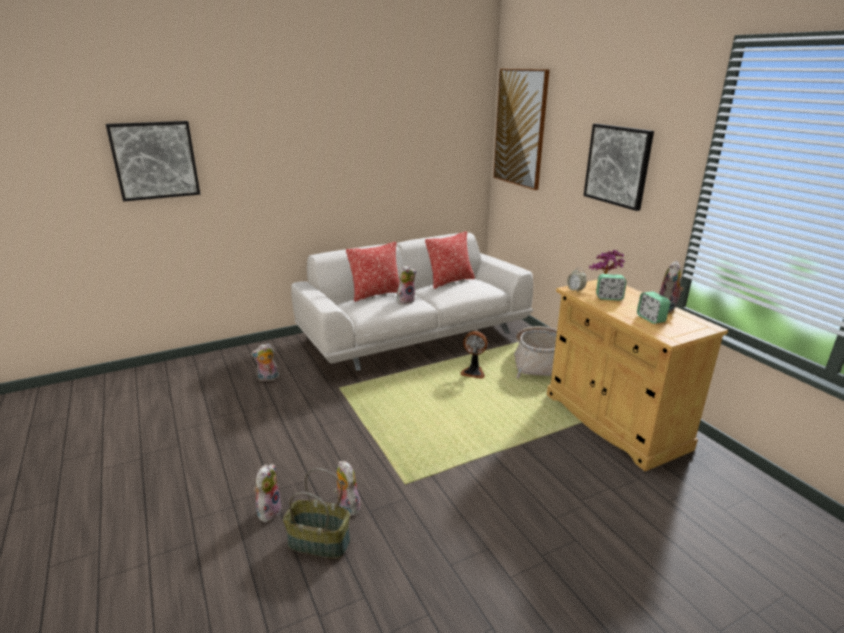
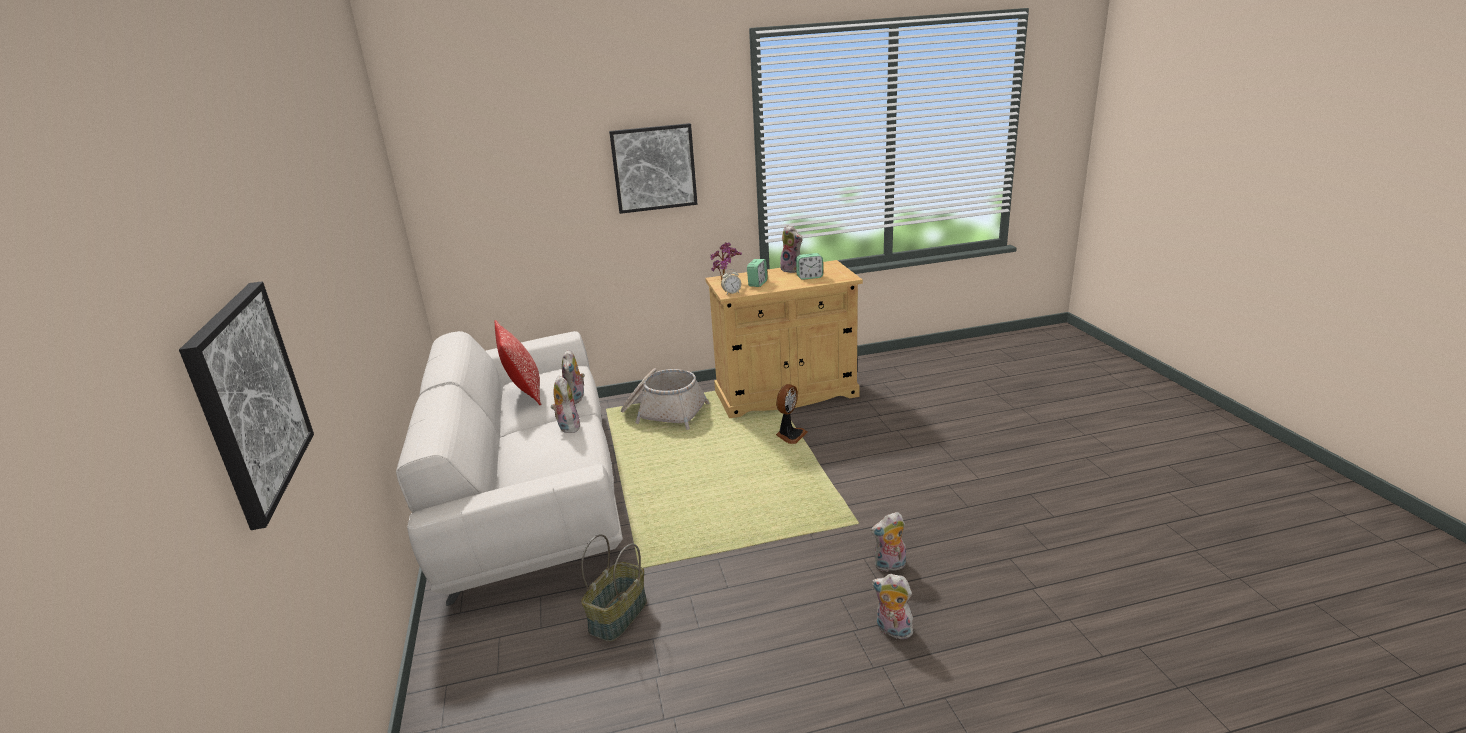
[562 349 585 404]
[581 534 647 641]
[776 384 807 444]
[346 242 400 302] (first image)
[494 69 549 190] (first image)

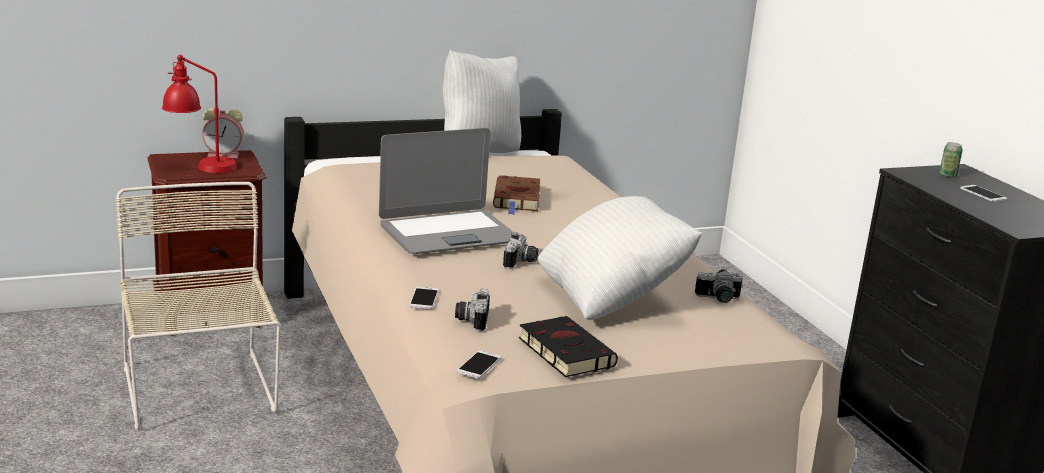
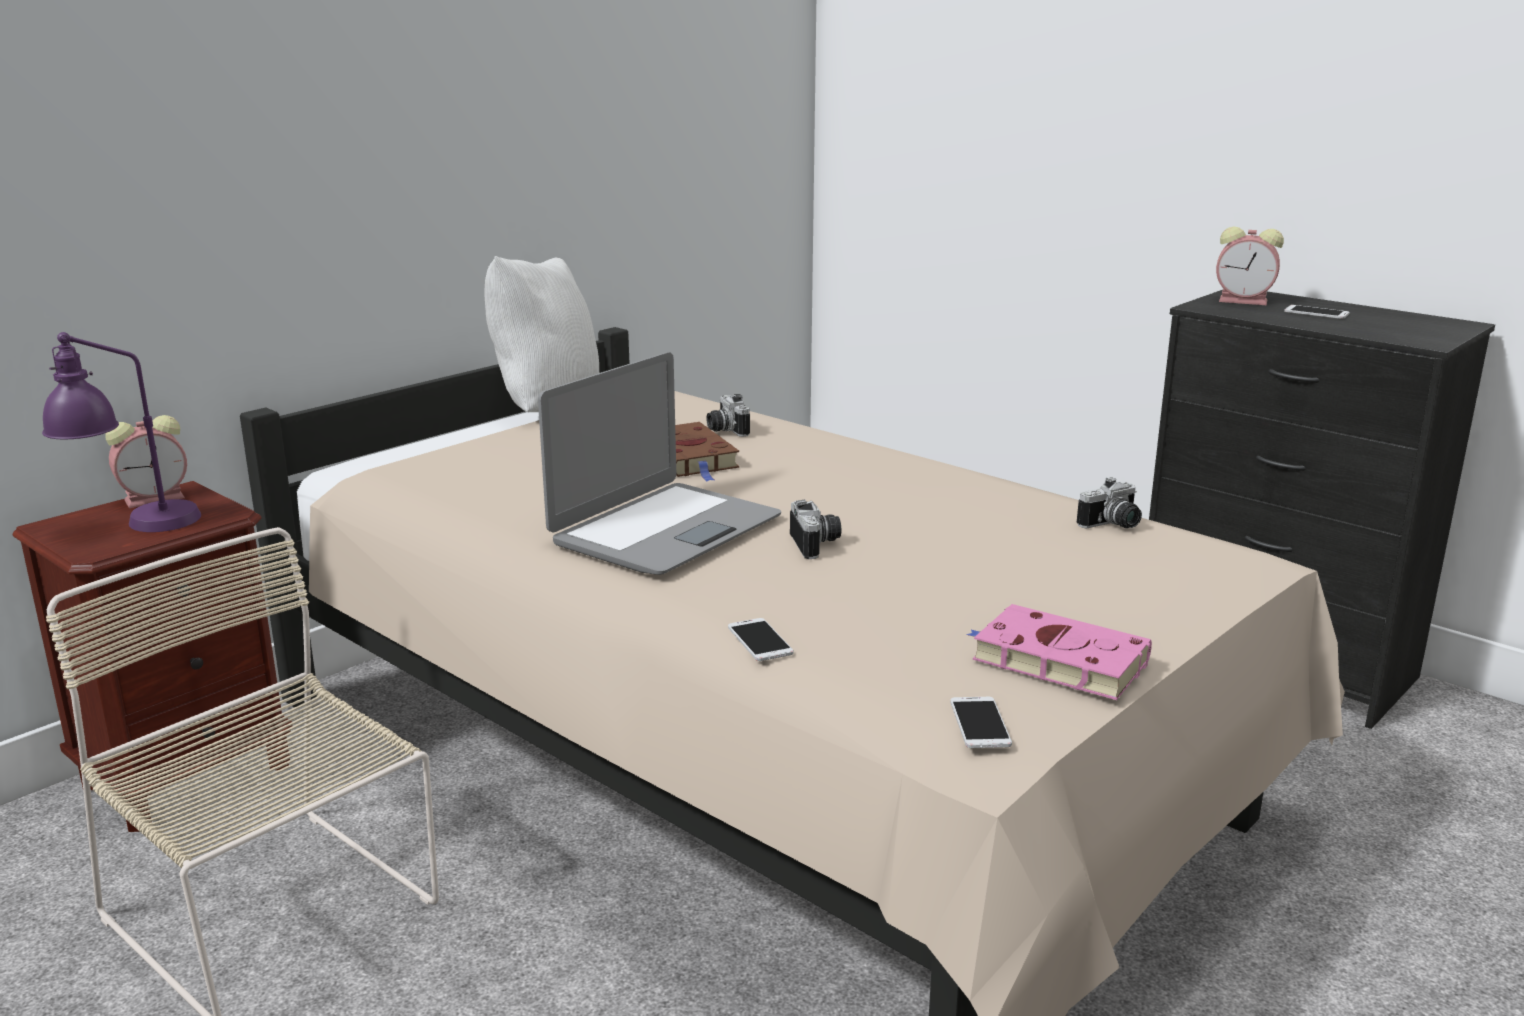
[42 332 201 532]
[706 394 750 437]
[966 604 1152 700]
[1216 227 1284 305]
[538 196 702 320] (first image)

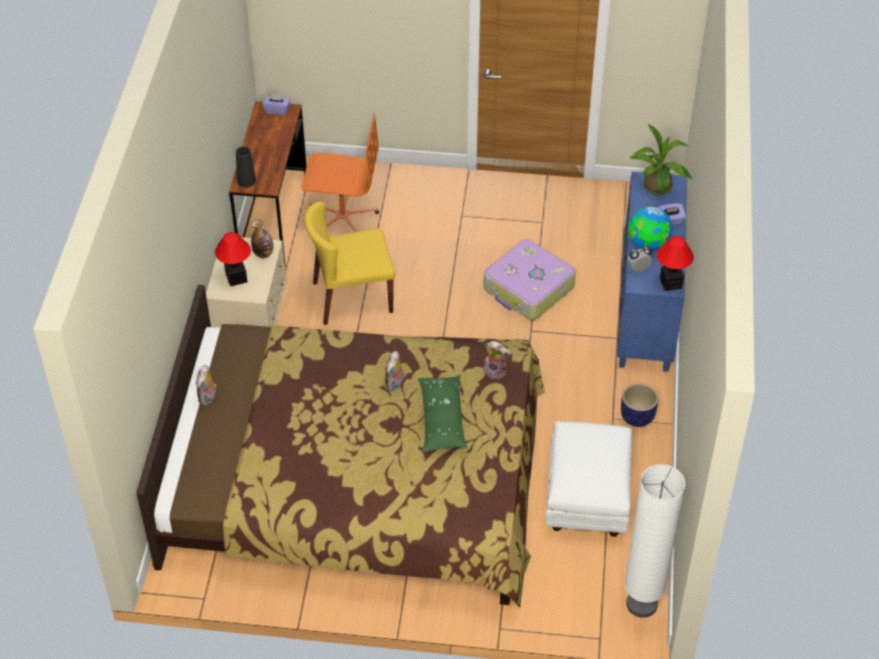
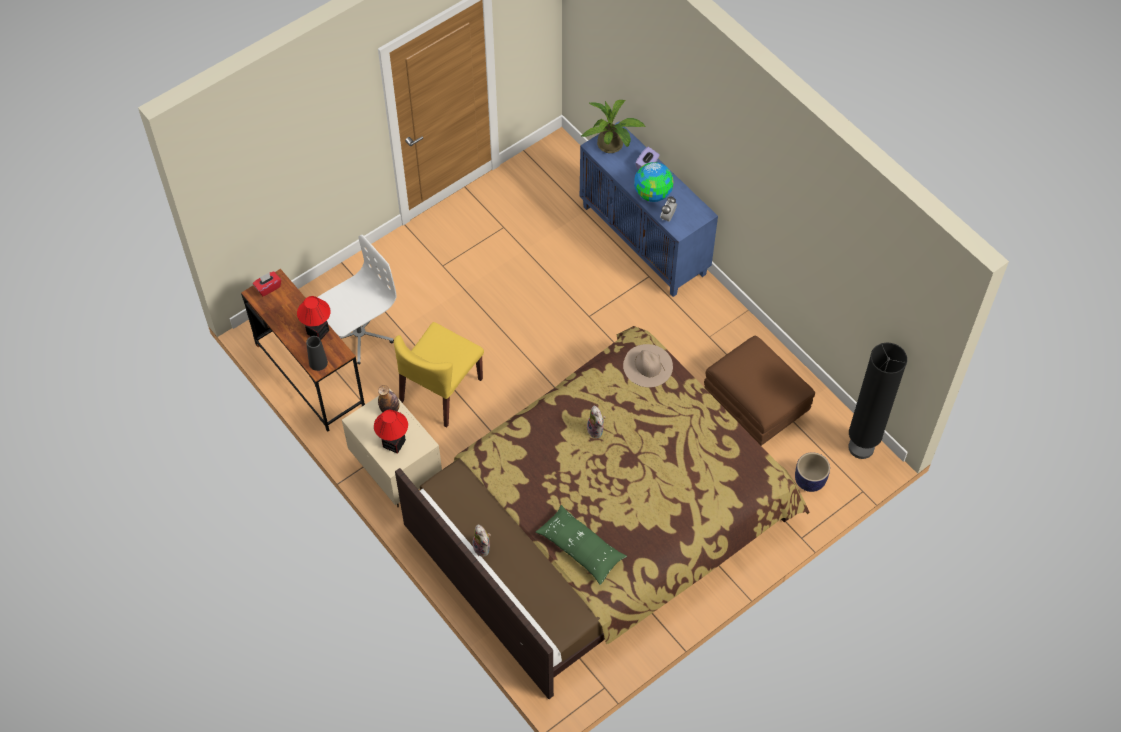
[253 271 281 296]
[297 296 331 339]
[317 235 397 364]
[536 505 627 585]
[623 344 673 388]
[704 336 815 446]
[795 452 830 492]
[848 343 907 459]
[483 239 576 321] (first image)

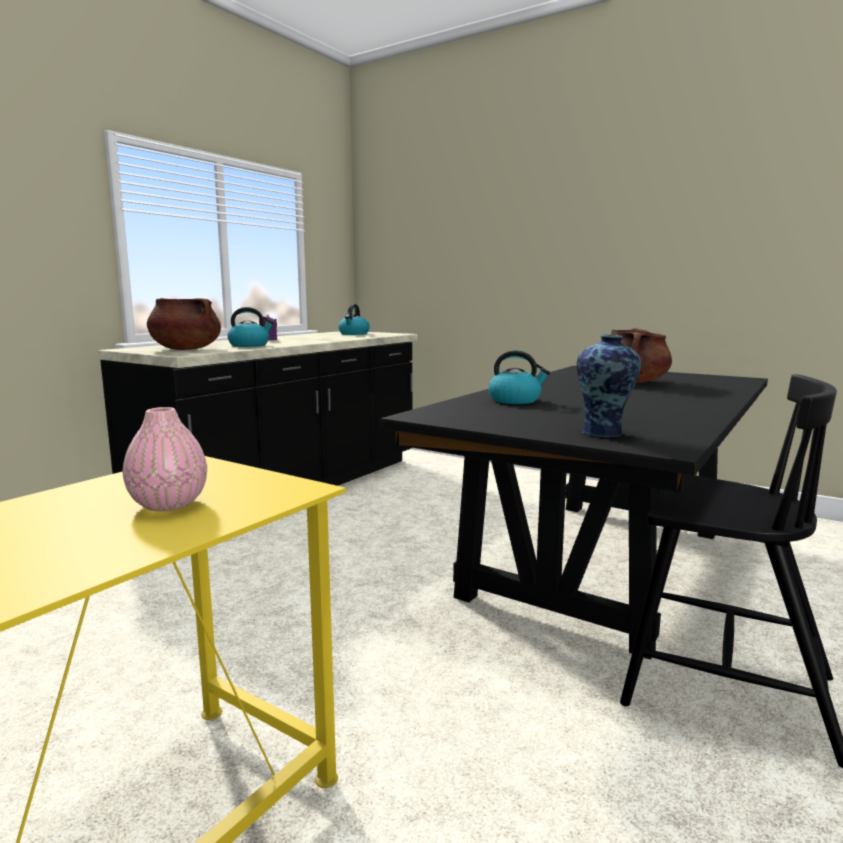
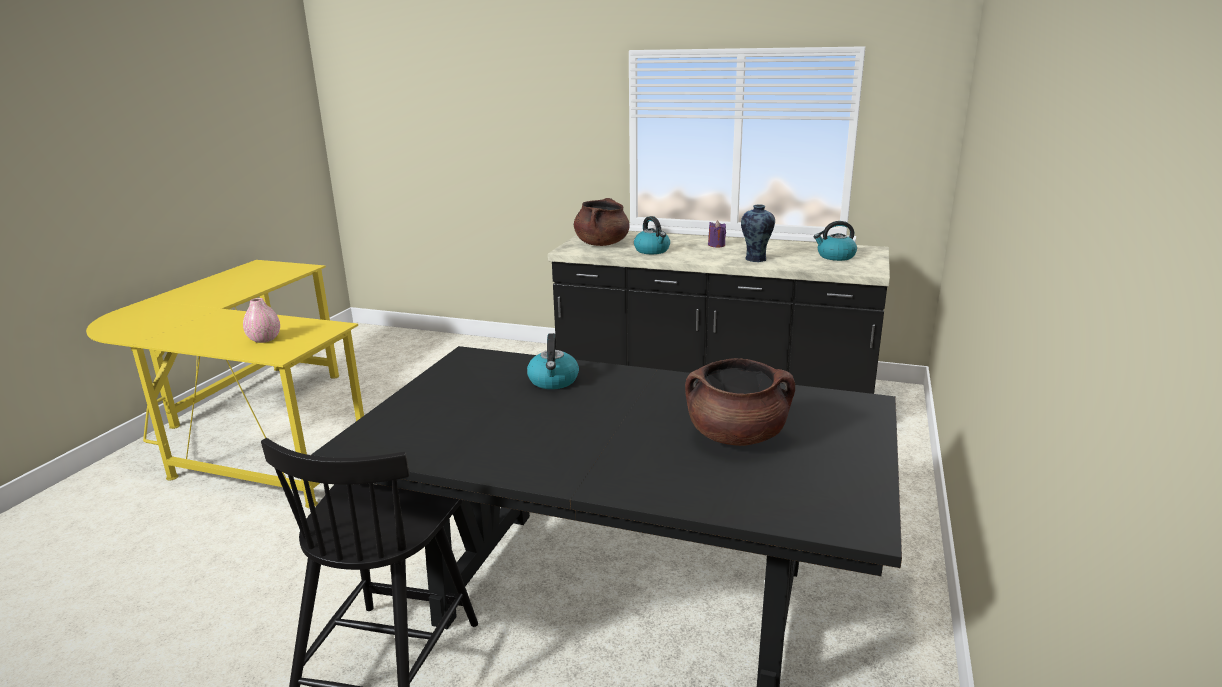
[741 204 775 262]

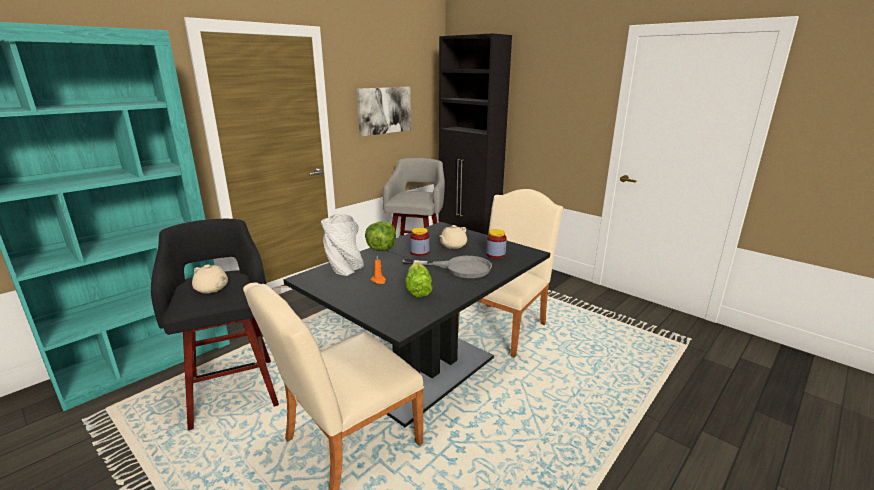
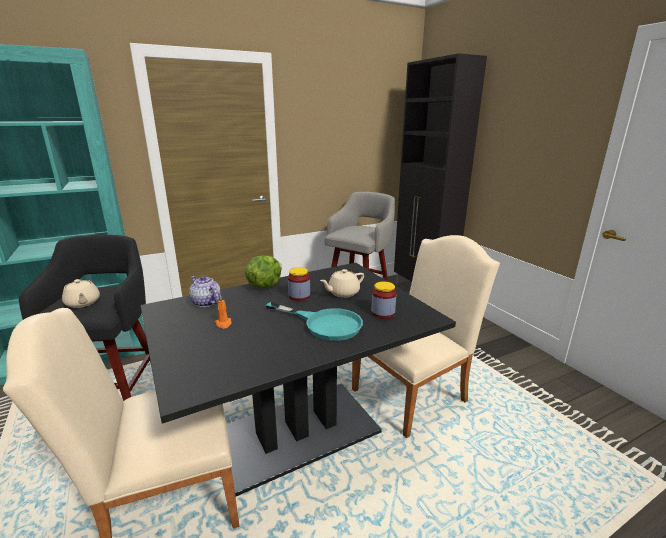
[189 276 220 307]
[265 302 363 341]
[357 87 411 136] (first image)
[404 263 433 297] (first image)

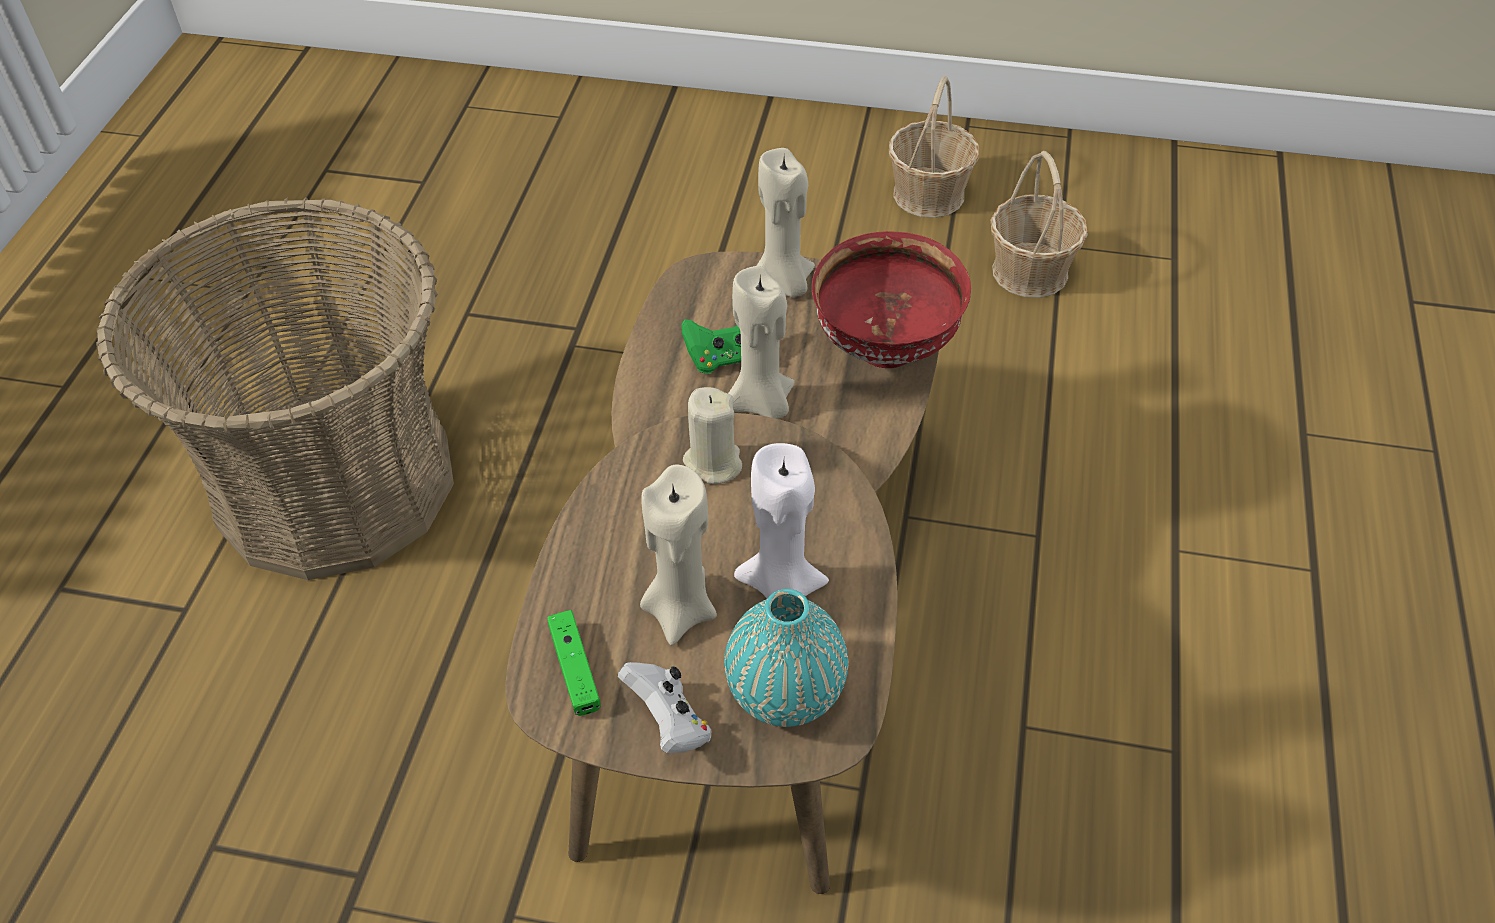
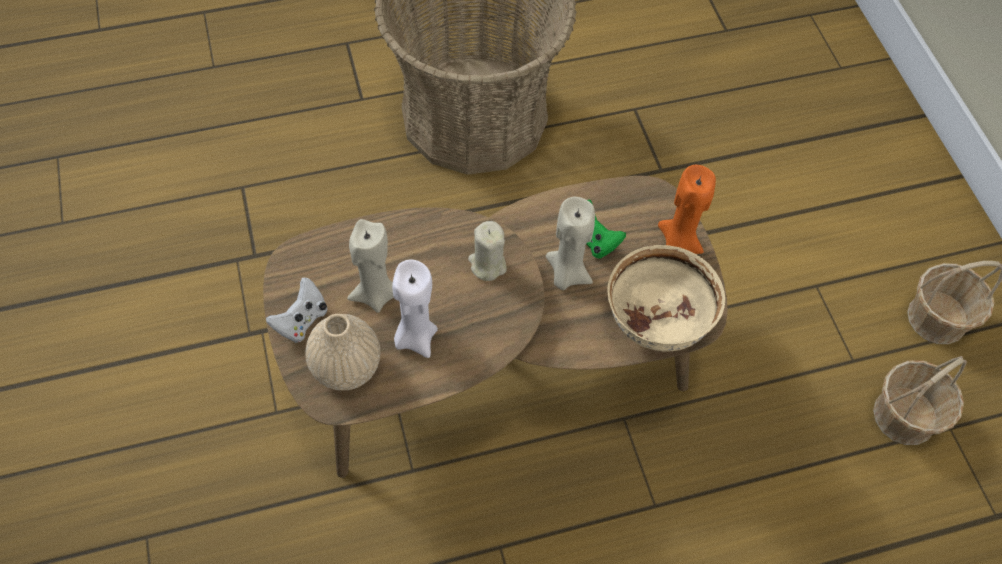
[305 314 380 391]
[607 245 725 352]
[658 165 716 254]
[547 610 601 716] (first image)

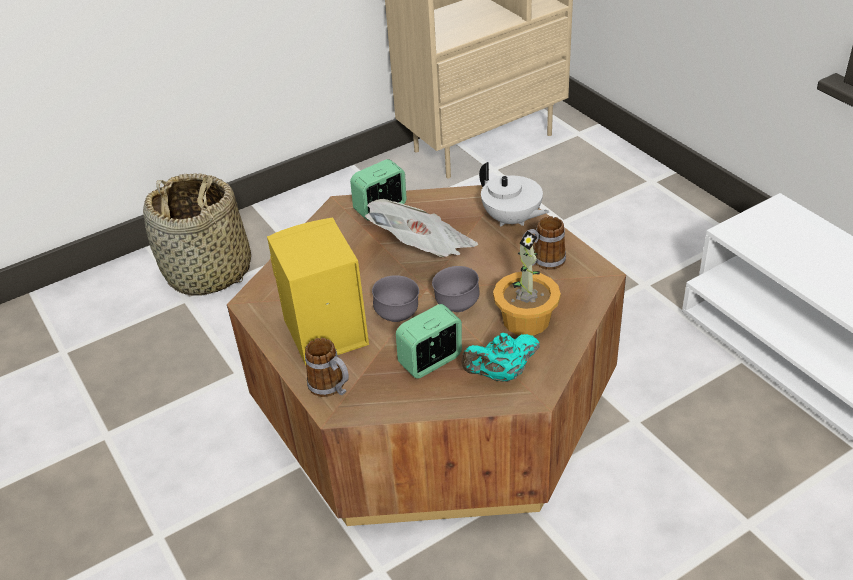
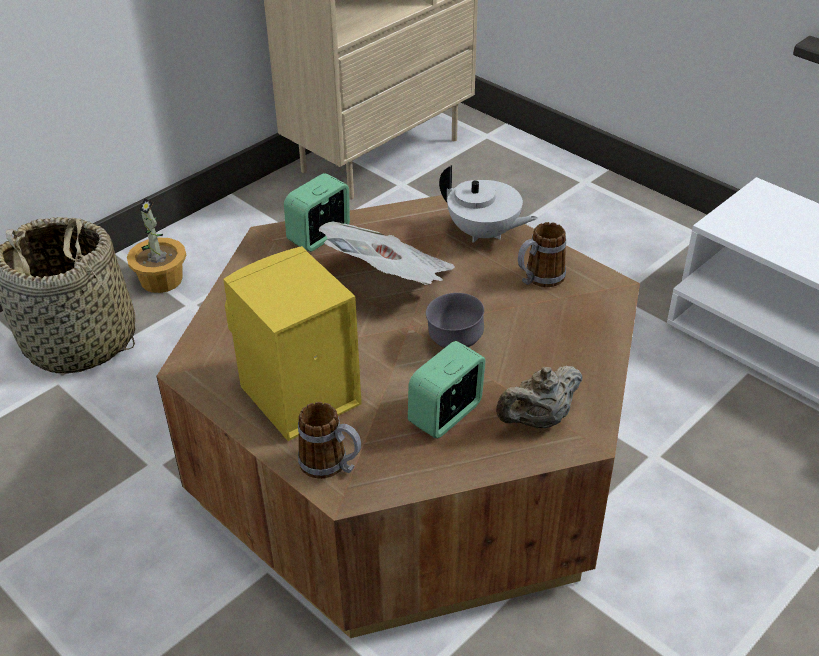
[127 198 186 293]
[496 365 582 428]
[372 275 419 322] (first image)

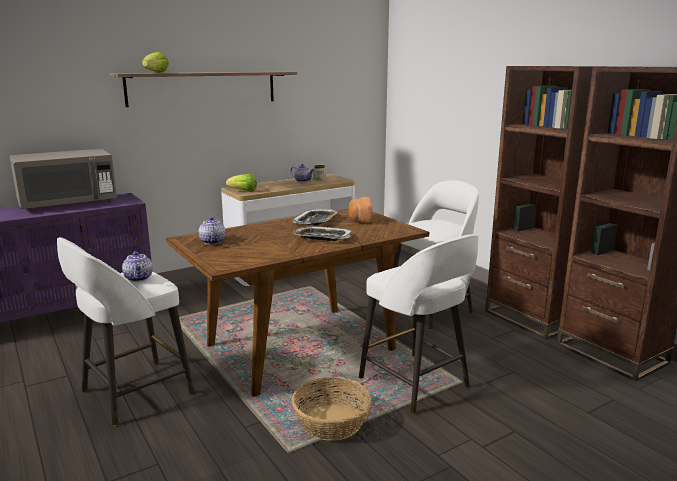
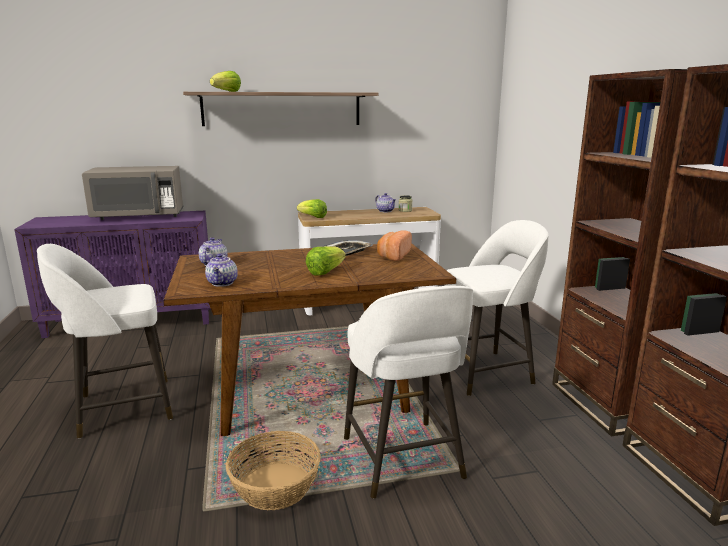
[205 254 238 287]
[306 246 346 276]

